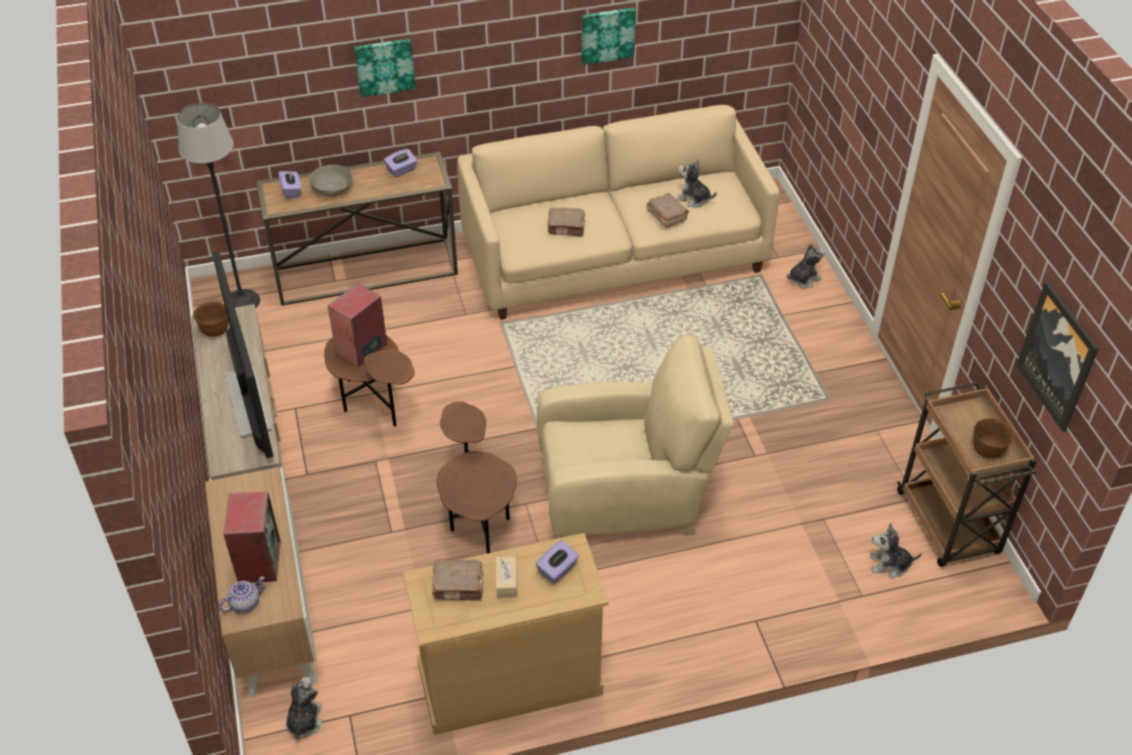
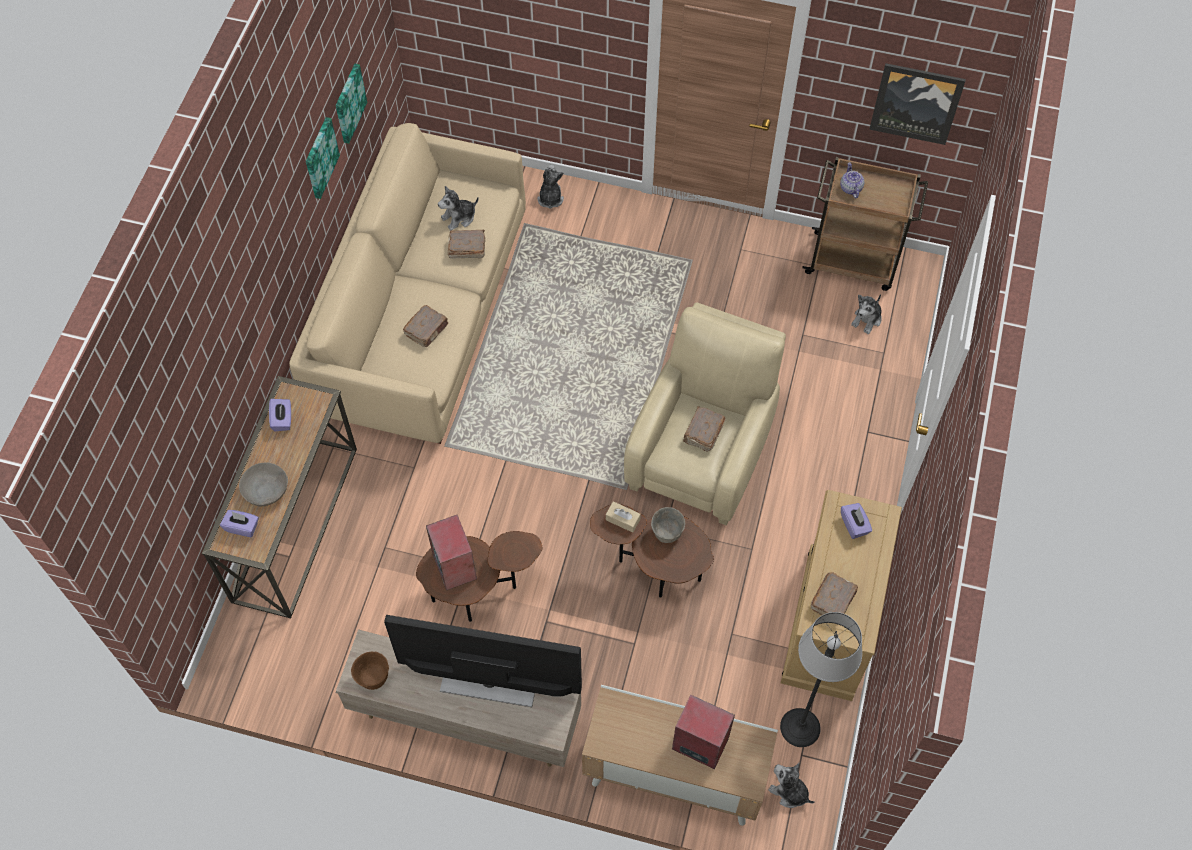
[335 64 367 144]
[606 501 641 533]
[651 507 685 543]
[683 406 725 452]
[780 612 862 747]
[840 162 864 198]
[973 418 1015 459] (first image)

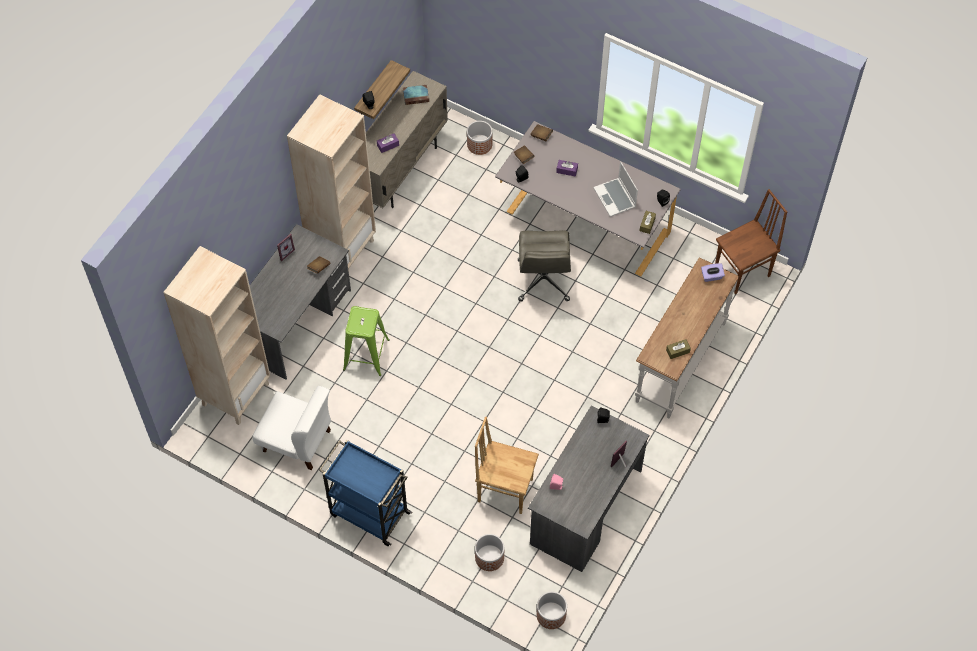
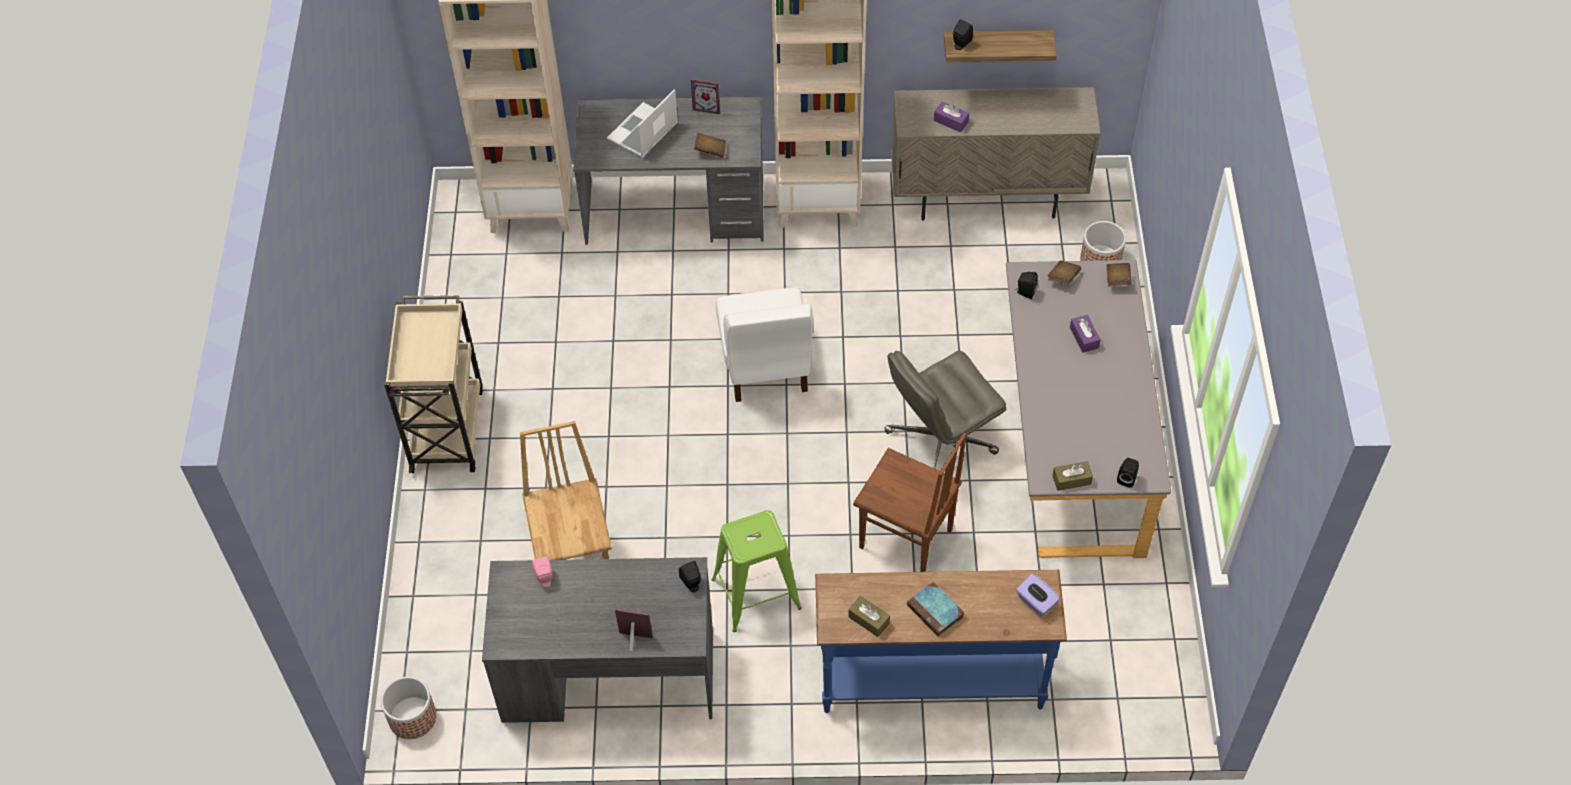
[384 295 483 473]
[607 89 678 158]
[711 510 802 632]
[716 288 813 402]
[815 570 1067 713]
[853 432 966 572]
[907 581 965 637]
[475 534 504 571] (first image)

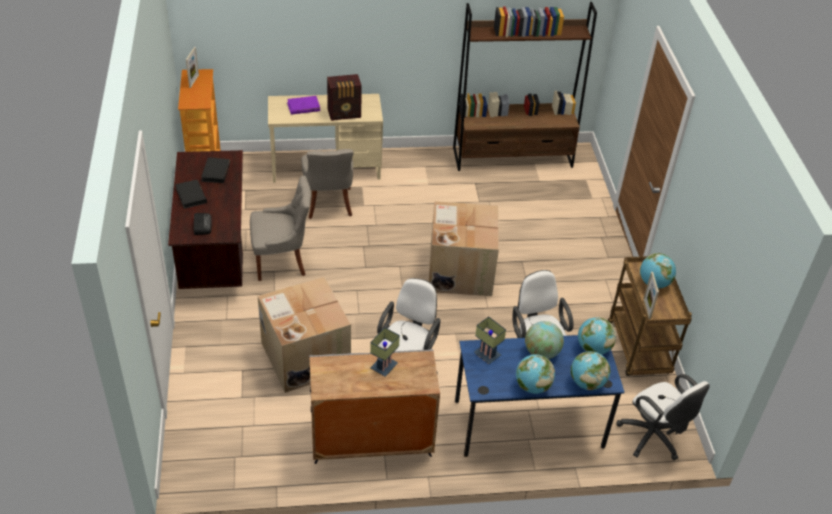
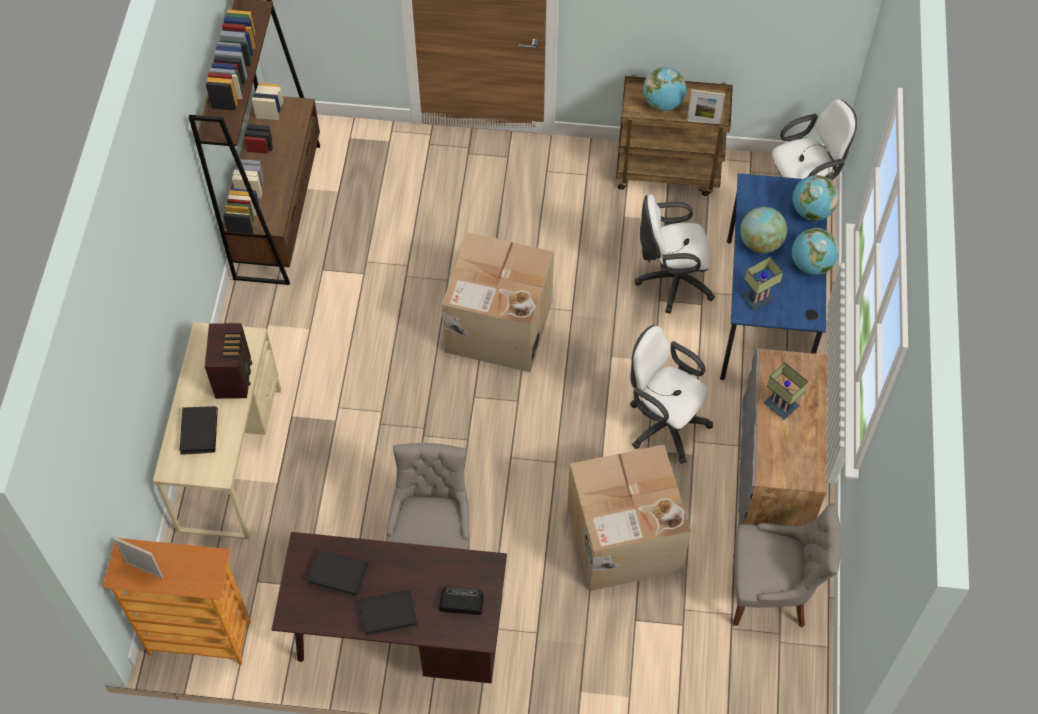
[180 406 218 455]
[733 504 842 627]
[578 317 616 355] (first image)

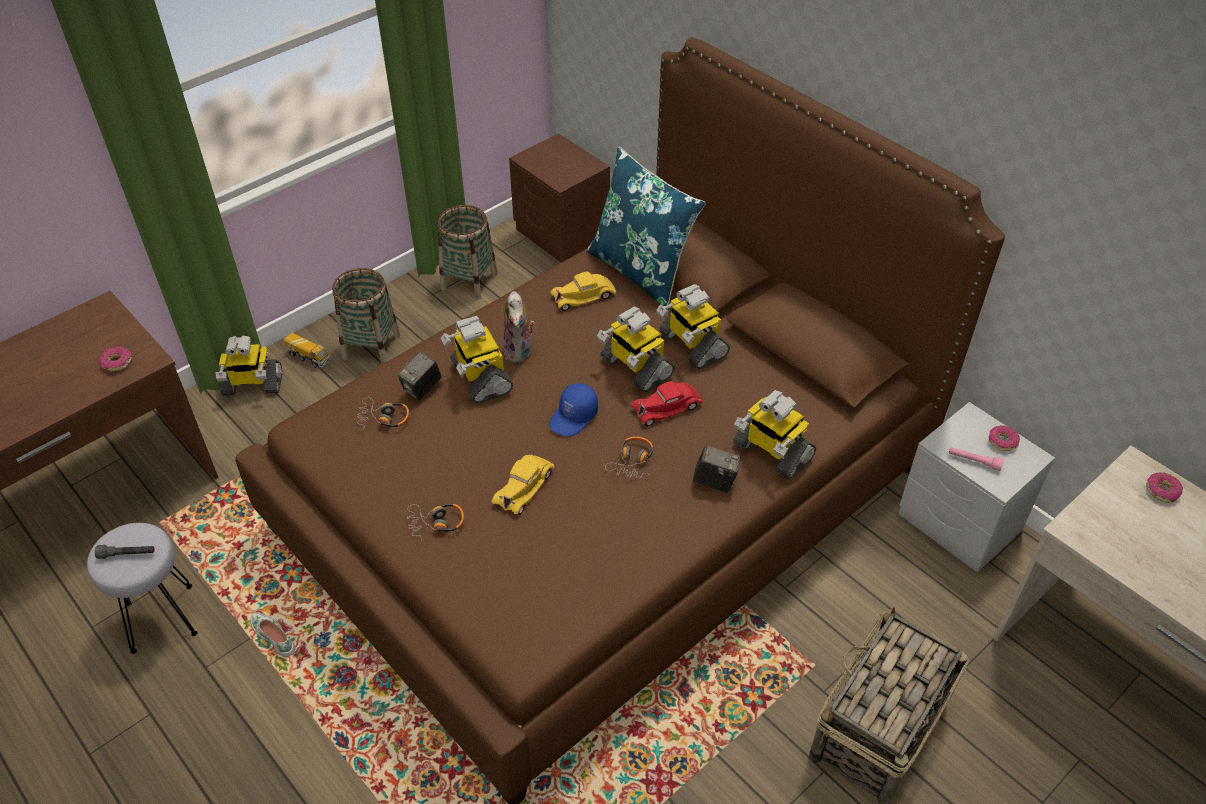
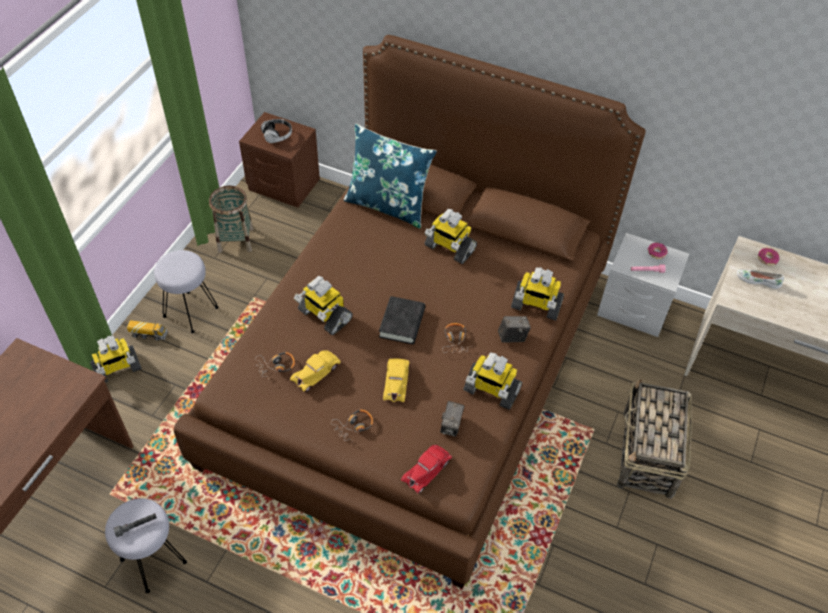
[154 250 219 333]
[261 119 292 143]
[290 350 341 392]
[379 296 425 344]
[401 445 452 493]
[440 401 464 437]
[463 352 522 410]
[737 269 784 289]
[99 346 132 371] (first image)
[503 291 535 363] (first image)

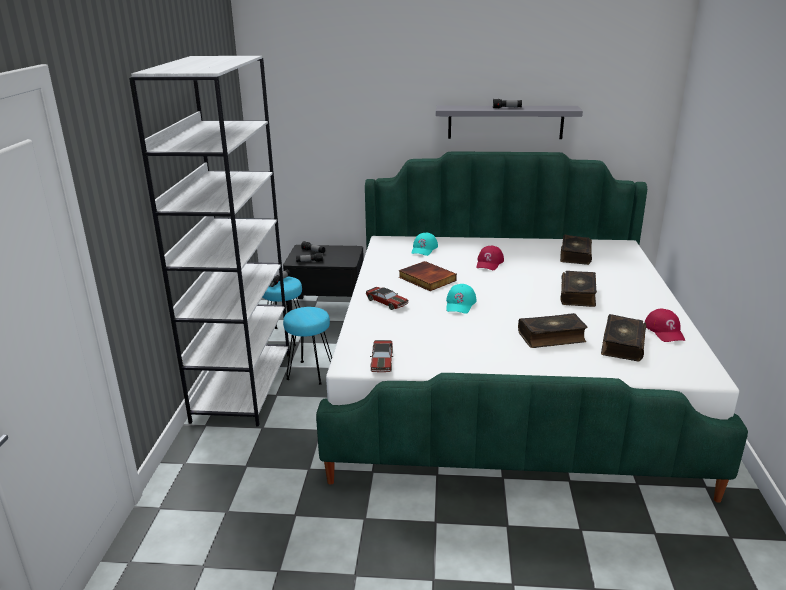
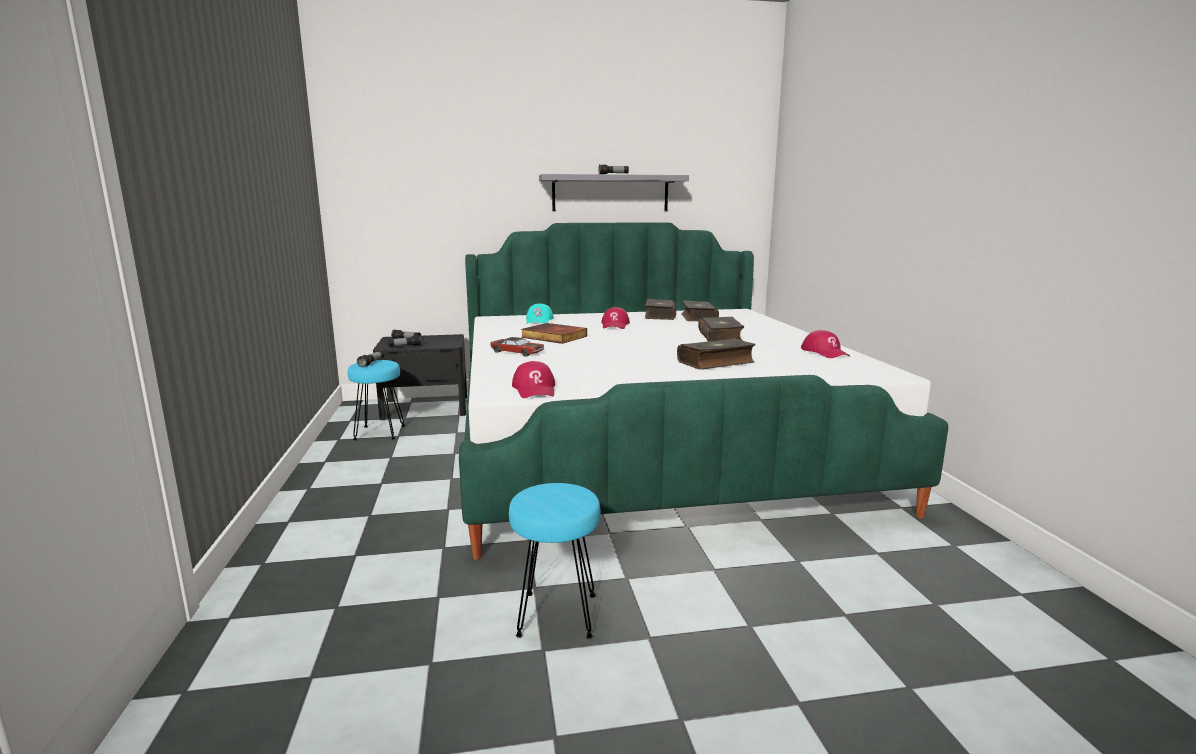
[509 483 601 639]
[512 361 555 398]
[645 299 676 320]
[129 56 290 427] (first image)
[446 284 477 314] (first image)

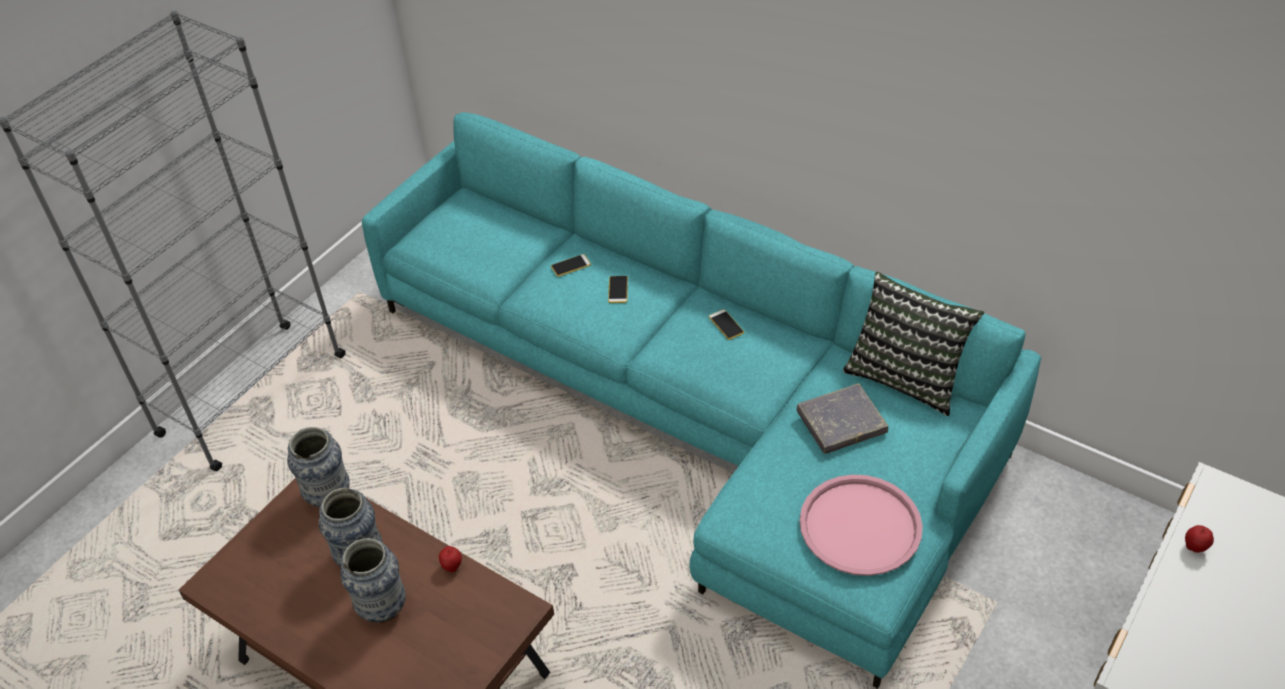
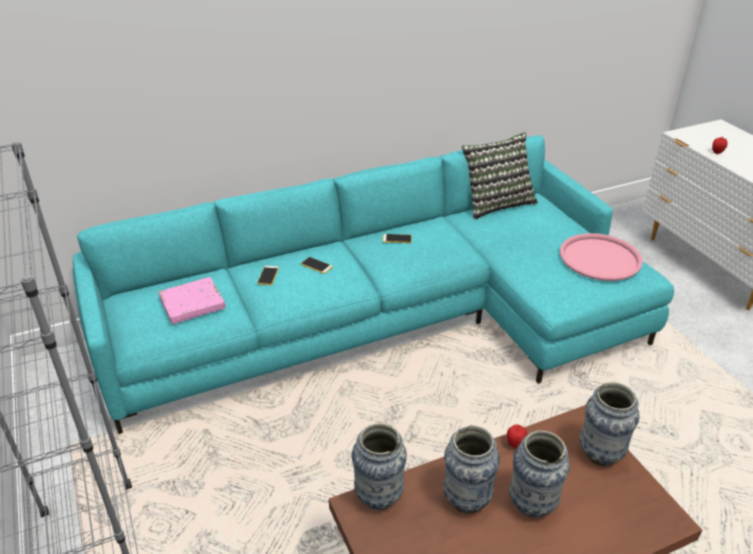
[158 277 226 324]
[580 382 640 466]
[797 383 889 454] (first image)

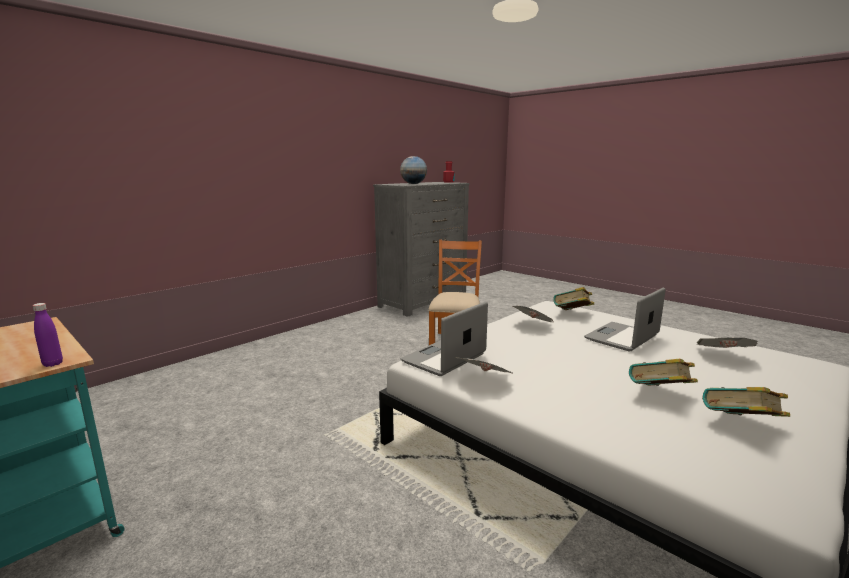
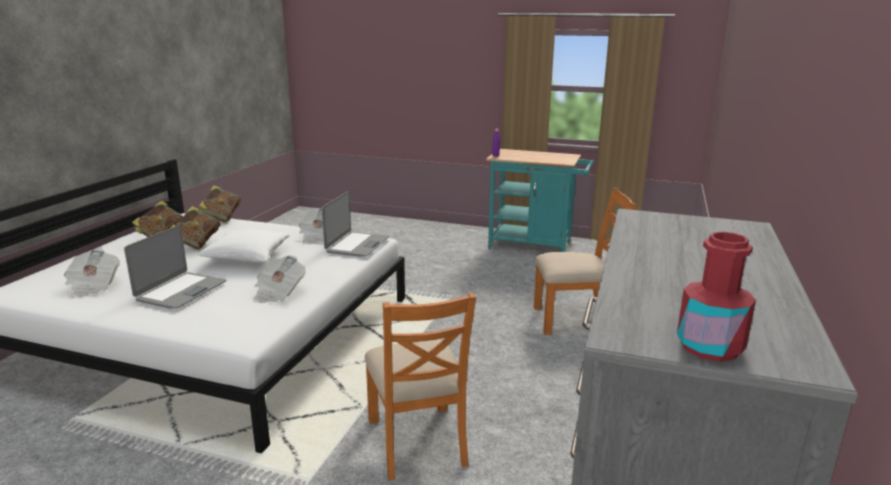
[197 229 290 262]
[199 185 241 223]
[534 187 636 335]
[400 156 427 184] (first image)

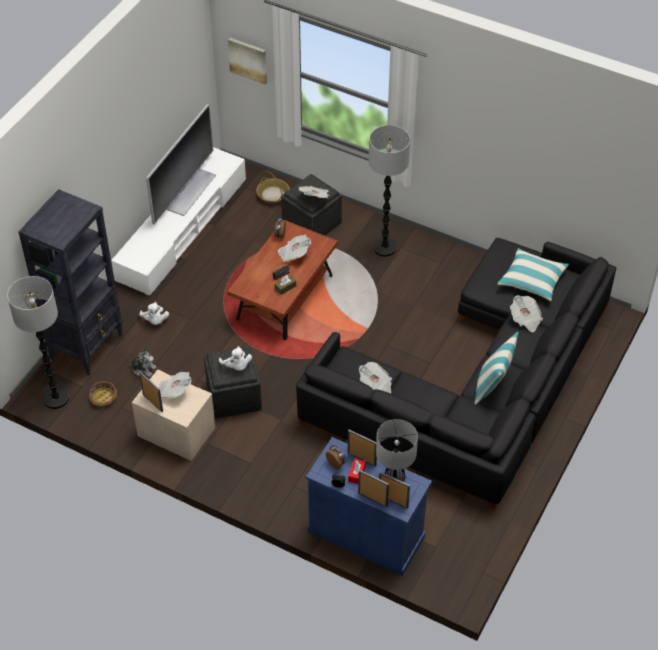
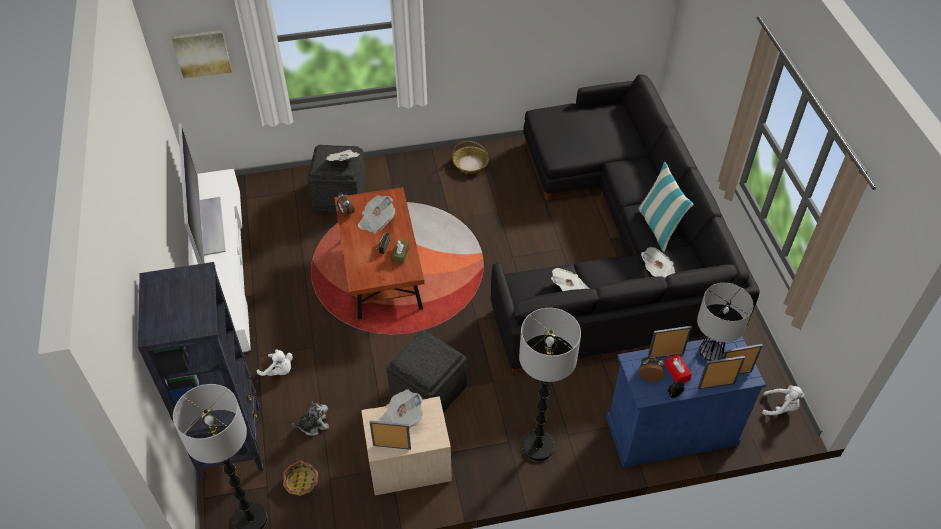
[452 141 489 174]
[519 308 581 461]
[641 247 675 278]
[762 385 805 415]
[498 248 569 301] (first image)

